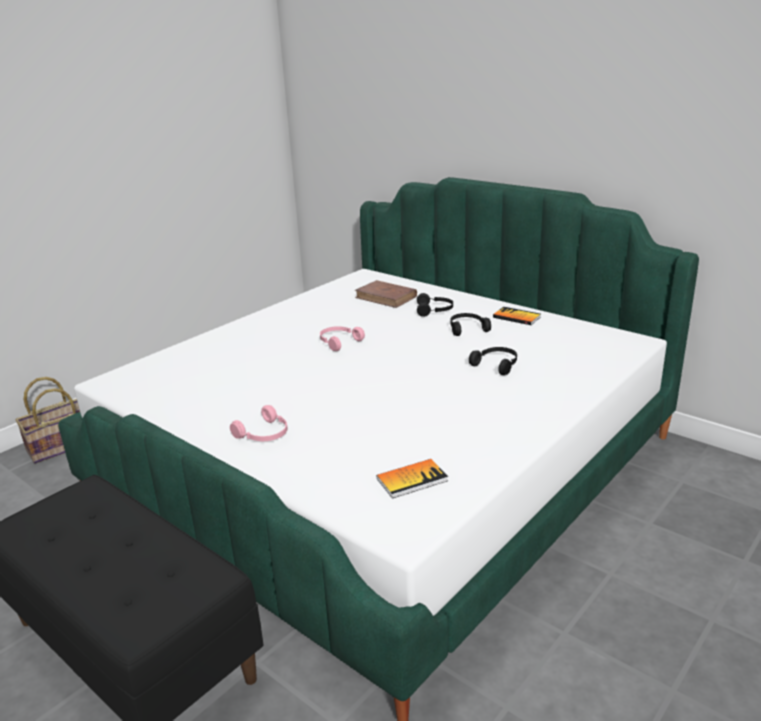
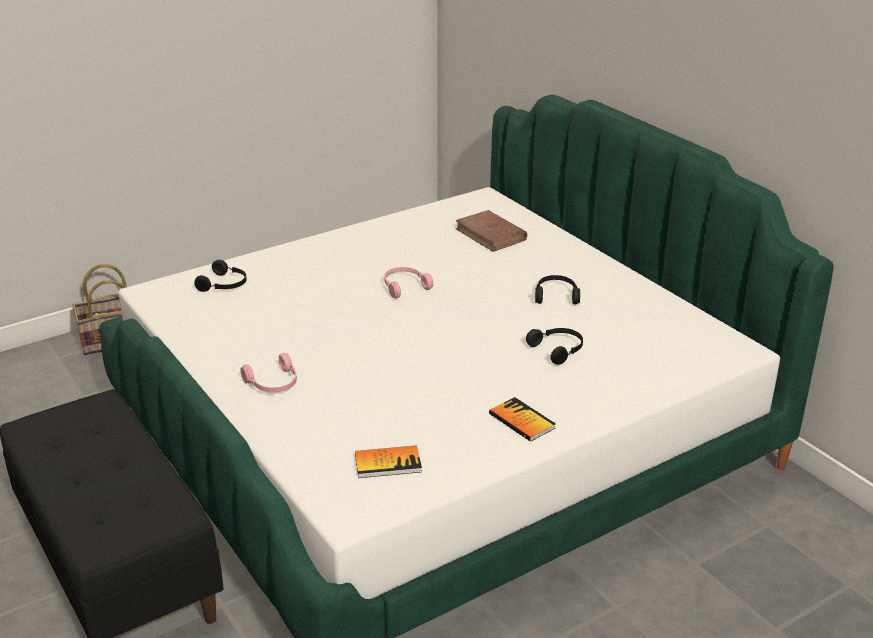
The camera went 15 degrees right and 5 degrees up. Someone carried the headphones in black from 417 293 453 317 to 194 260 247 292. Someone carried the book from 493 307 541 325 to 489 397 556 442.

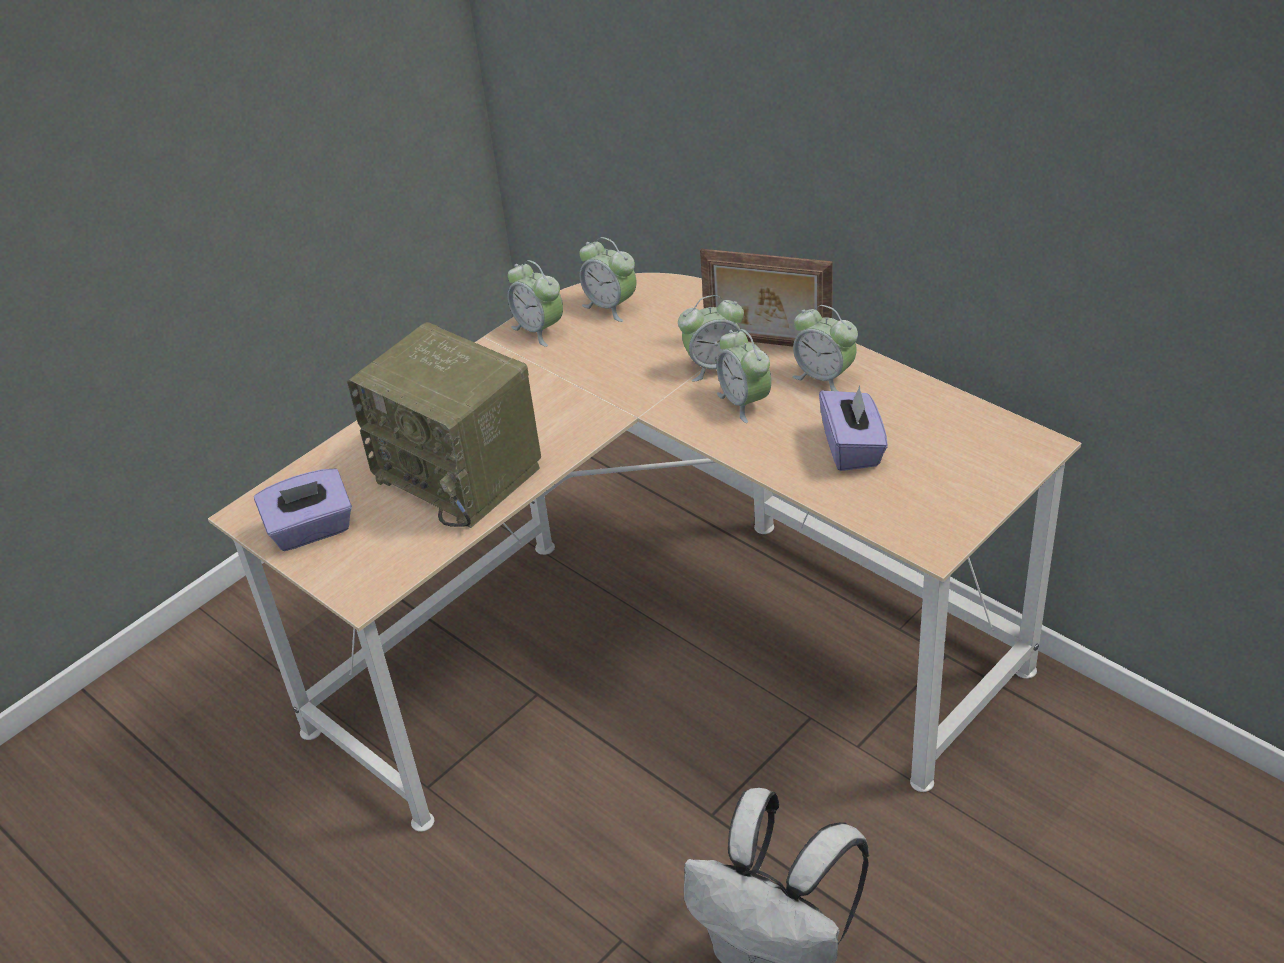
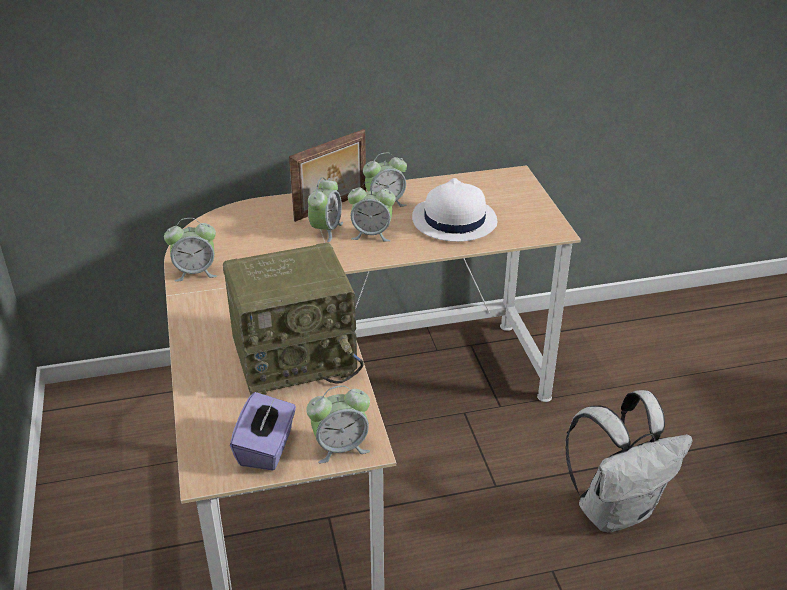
The camera went 60 degrees left and 5 degrees down. Someone carried the alarm clock from 580 237 637 322 to 306 385 370 463. Someone swapped the tissue box in purple at 819 386 888 471 for the hat in white at 412 178 497 242.

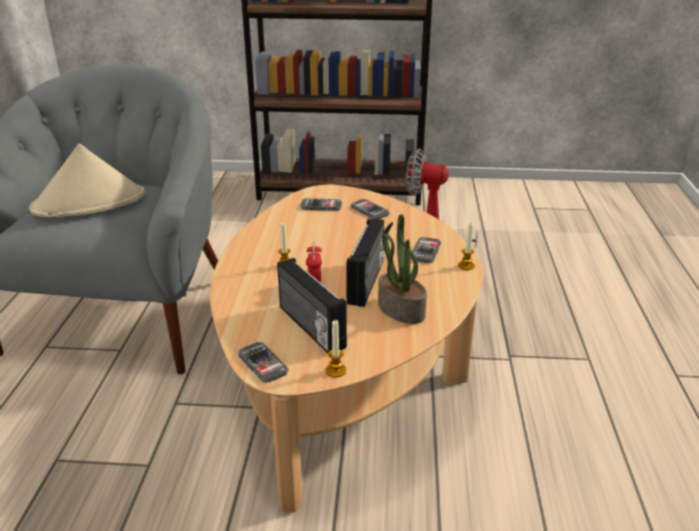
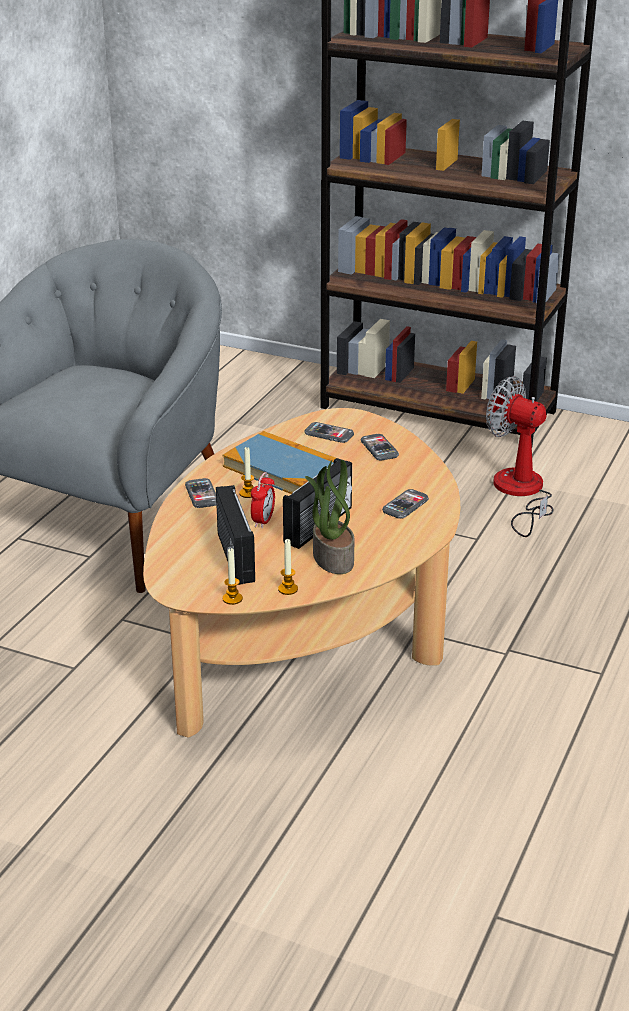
The camera went 20 degrees right and 0 degrees up. Someone took away the hat in beige at 29 144 145 217. Someone carried the candle from 458 222 475 270 to 278 539 298 595. Someone carried the phone from 238 342 289 383 to 185 478 216 508. Someone put down the book at 222 431 336 494.

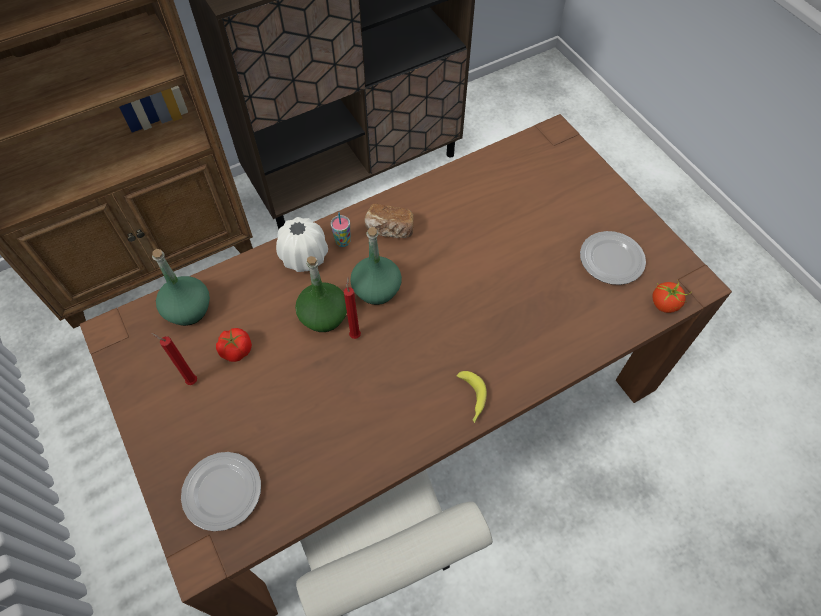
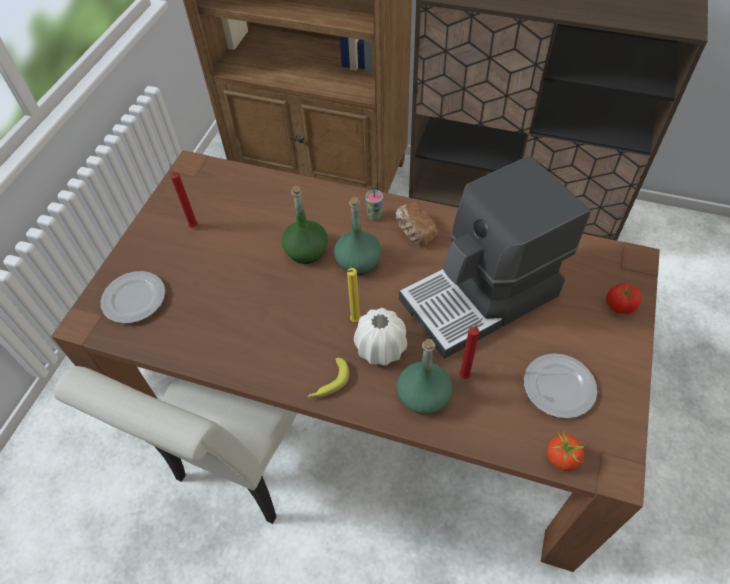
The camera went 50 degrees right and 5 degrees down. Someone carried the vase in white from 276 217 328 272 to 354 308 407 366. Someone carried the bottle in green from 152 249 210 326 to 397 339 452 414. Someone carried the candle in red from 344 277 361 339 to 459 318 483 379. Someone carried the tomato from 216 328 252 362 to 606 283 642 314. Someone put down the coffee machine at 399 156 591 359. Someone put down the candle in yellow at 345 268 361 322.

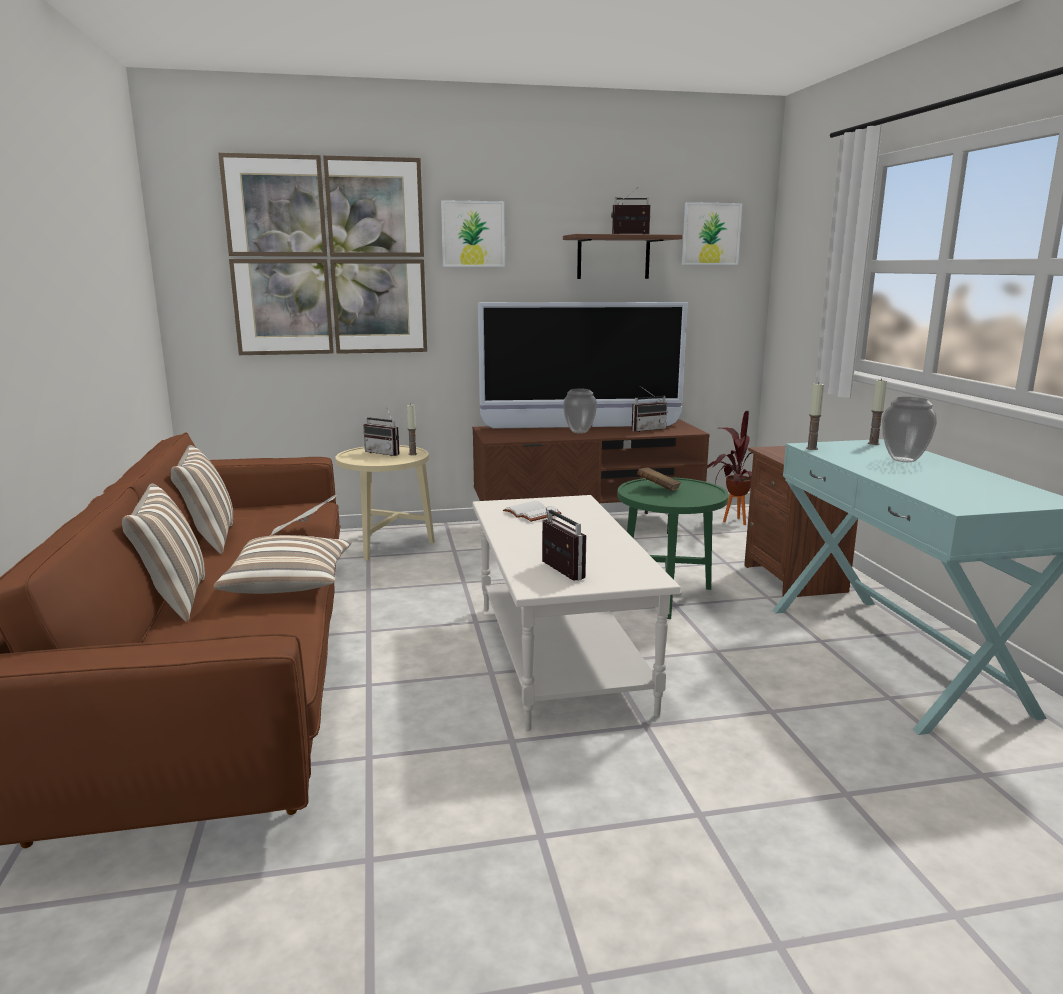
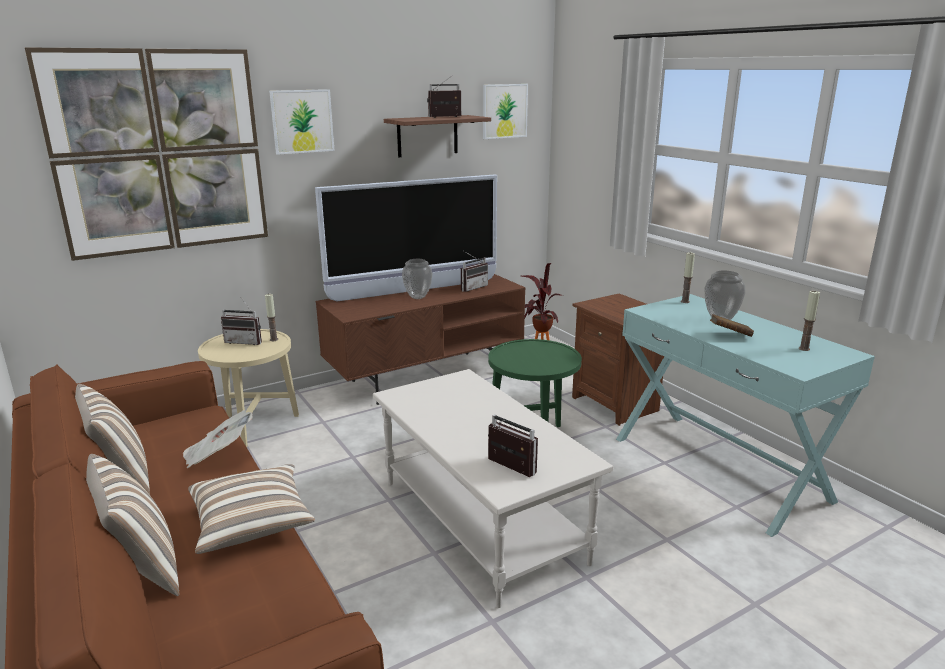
The camera went 20 degrees left and 5 degrees up. Someone carried the candle from 806 383 824 450 to 799 290 820 351. Someone carried the book in brown from 637 467 681 491 to 710 314 754 337. Someone took away the book in white at 503 501 561 522.

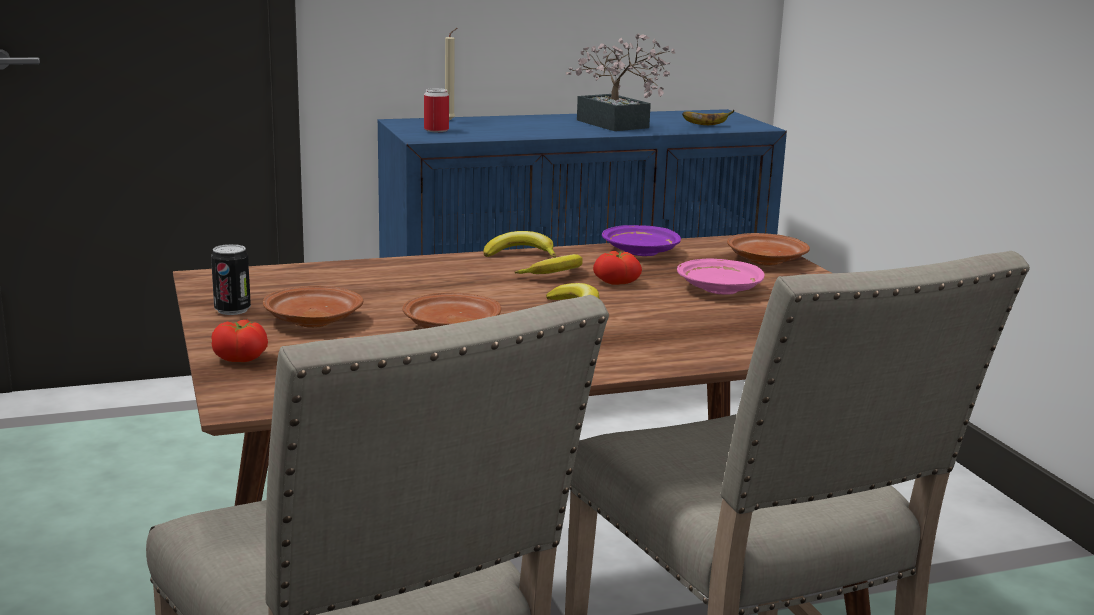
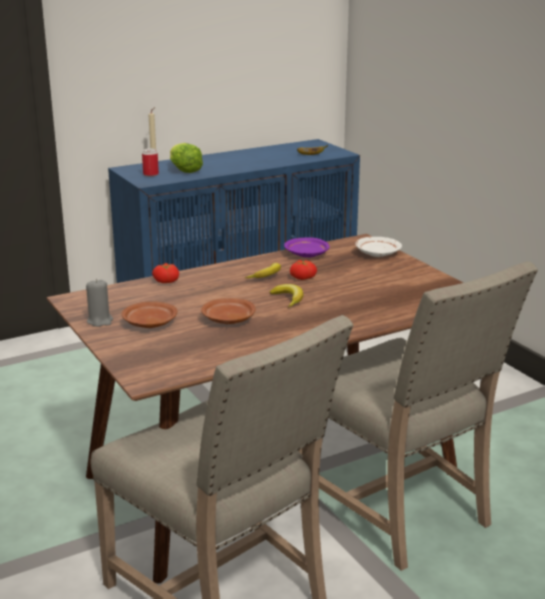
The camera went 10 degrees left and 5 degrees up. Someone took away the potted plant at 565 33 676 131. Someone took away the banana at 484 231 556 258. Someone repainted the plate in brown at 727 233 810 266, which became the plate in white at 355 237 402 257. Someone swapped the can at 211 244 251 315 for the candle in grey at 86 279 113 327. Someone took away the plate in pink at 677 258 765 295. Someone carried the tomato from 211 320 268 362 to 152 263 179 283. Someone put down the lettuce at 170 143 203 173.

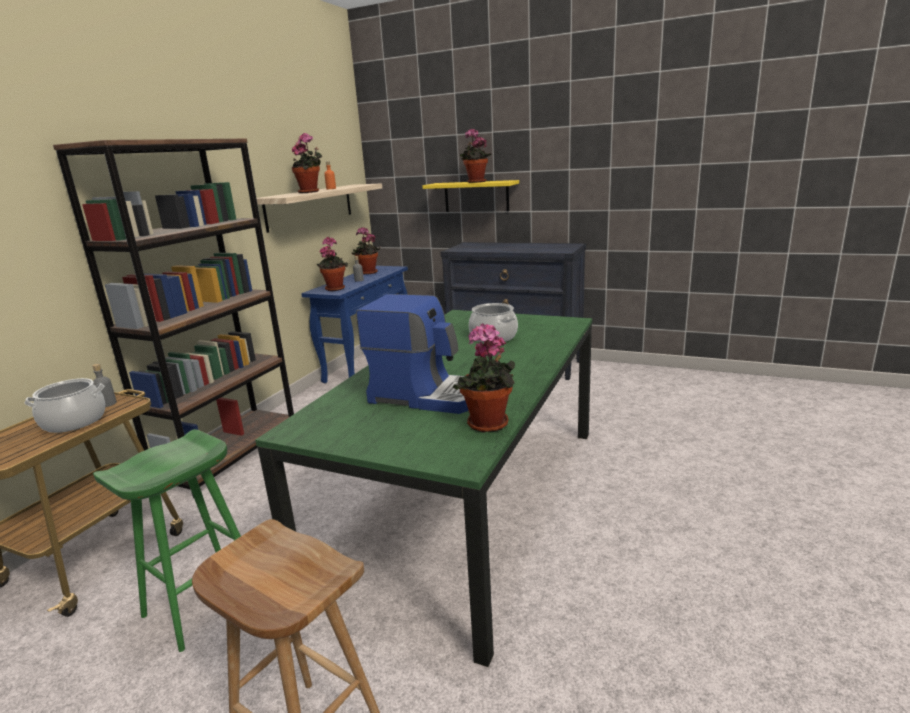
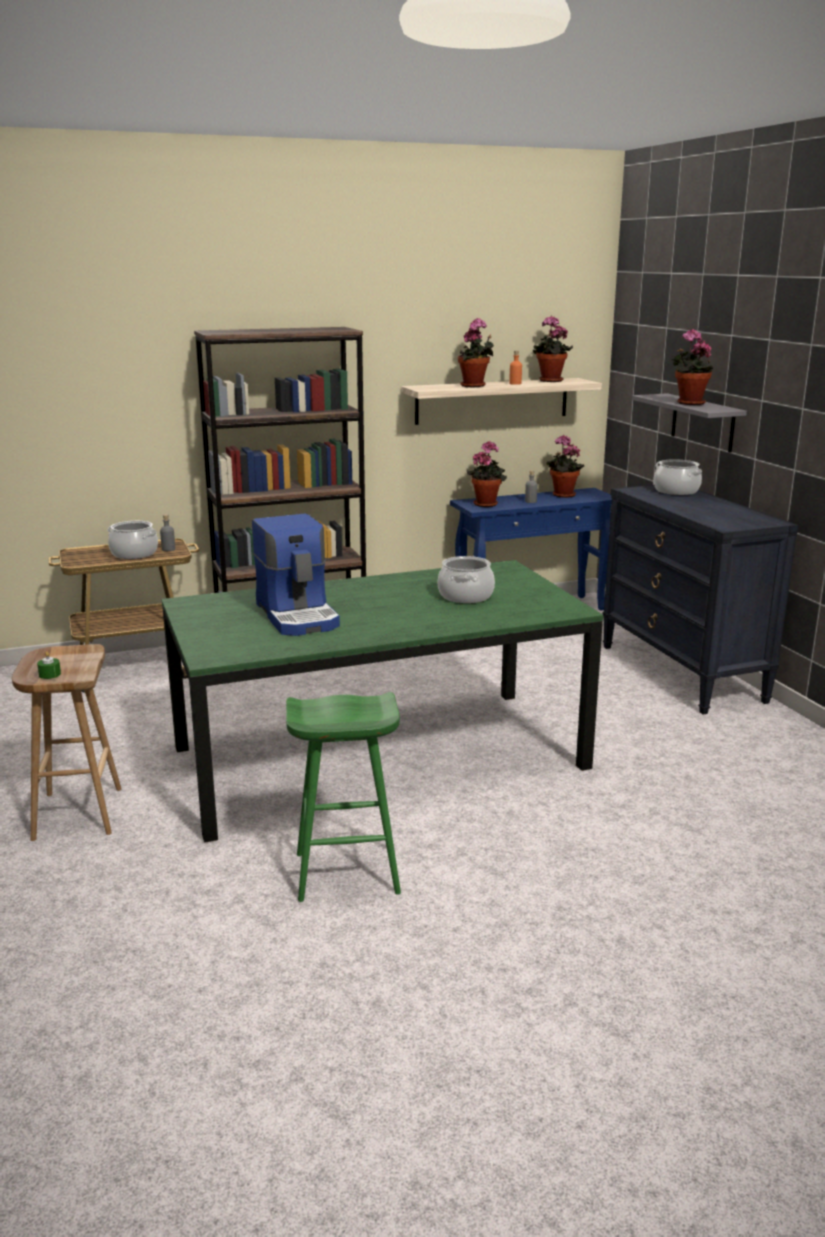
The camera went 45 degrees right and 0 degrees up. Someone repainted the shelf in yellow at 422 180 519 212, which became the shelf in grey at 632 393 747 452. Someone carried the potted plant from 453 323 515 432 to 533 316 573 382. Someone carried the stool in green from 93 429 241 652 to 286 692 401 902. Someone put down the cooking pot at 654 459 702 495. Someone put down the candle in green at 37 652 61 679.

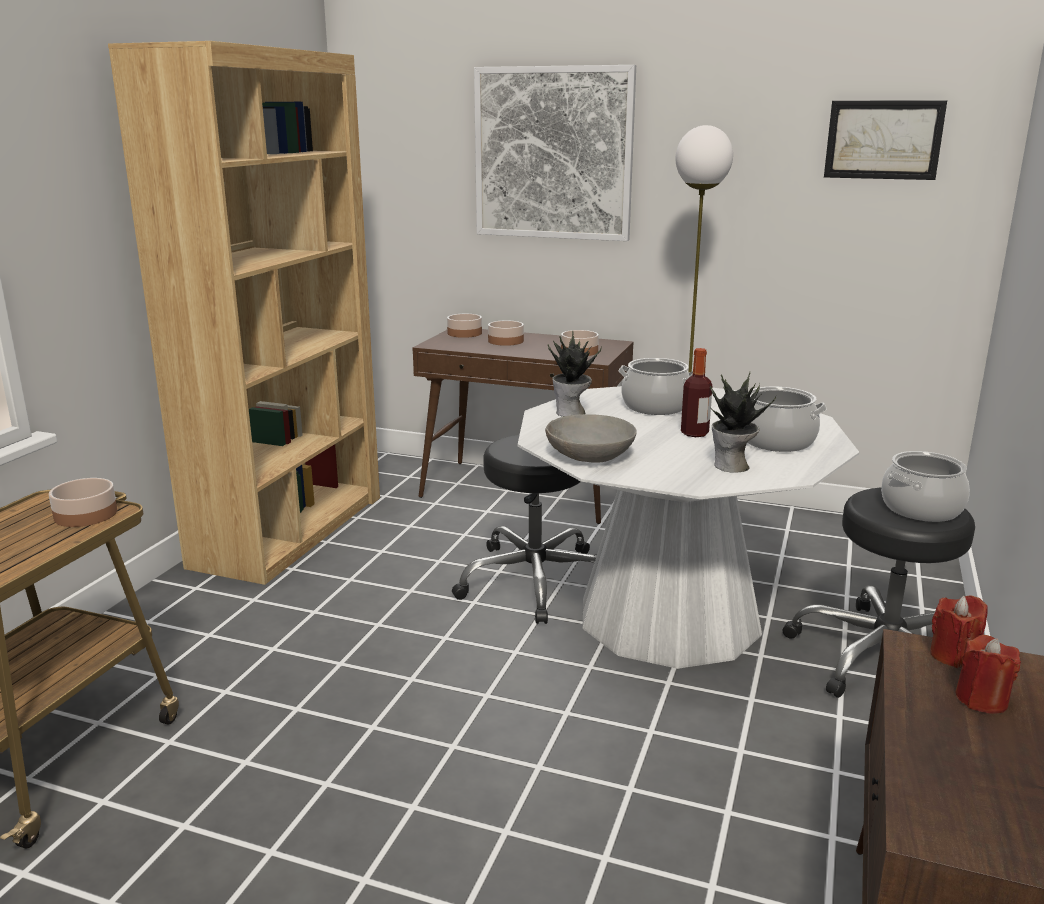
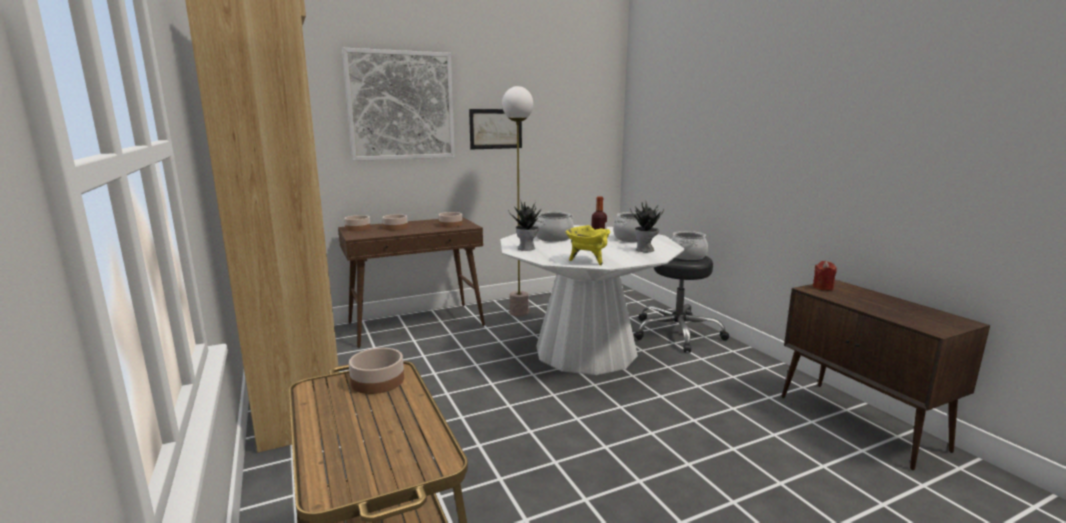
The camera went 45 degrees left and 5 degrees down. Someone carried the picture from 824 100 947 180 to 469 109 522 149. Someone swapped the bowl in grey at 545 414 637 462 for the cooking pot in yellow at 565 225 610 265. Someone took away the stool in black at 452 435 597 624. Someone took away the candle in red at 956 635 1021 714.

